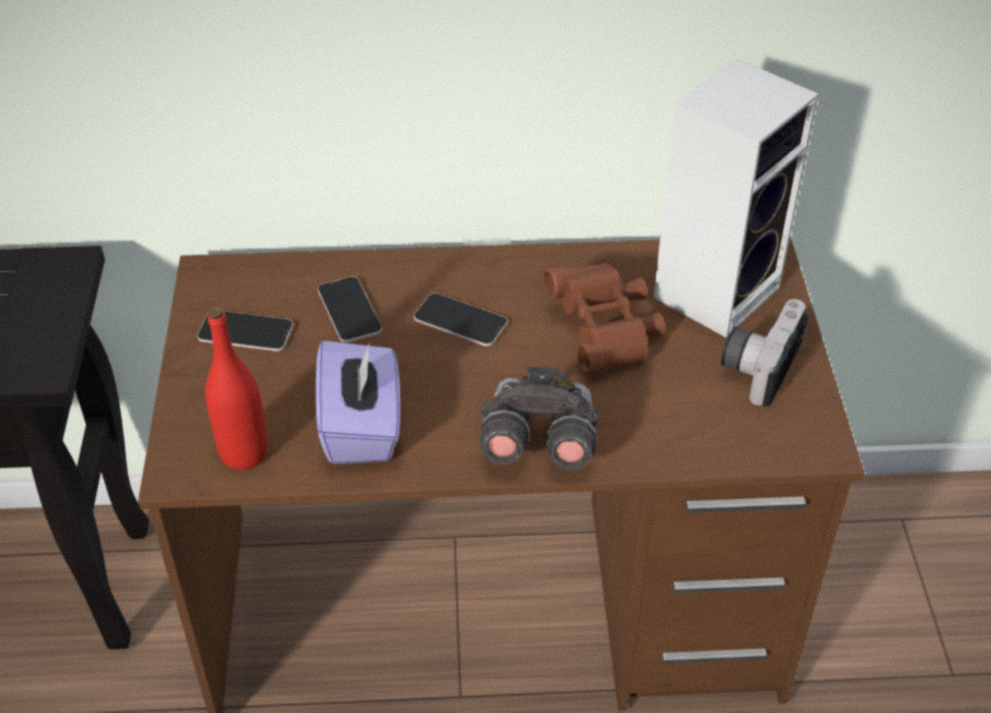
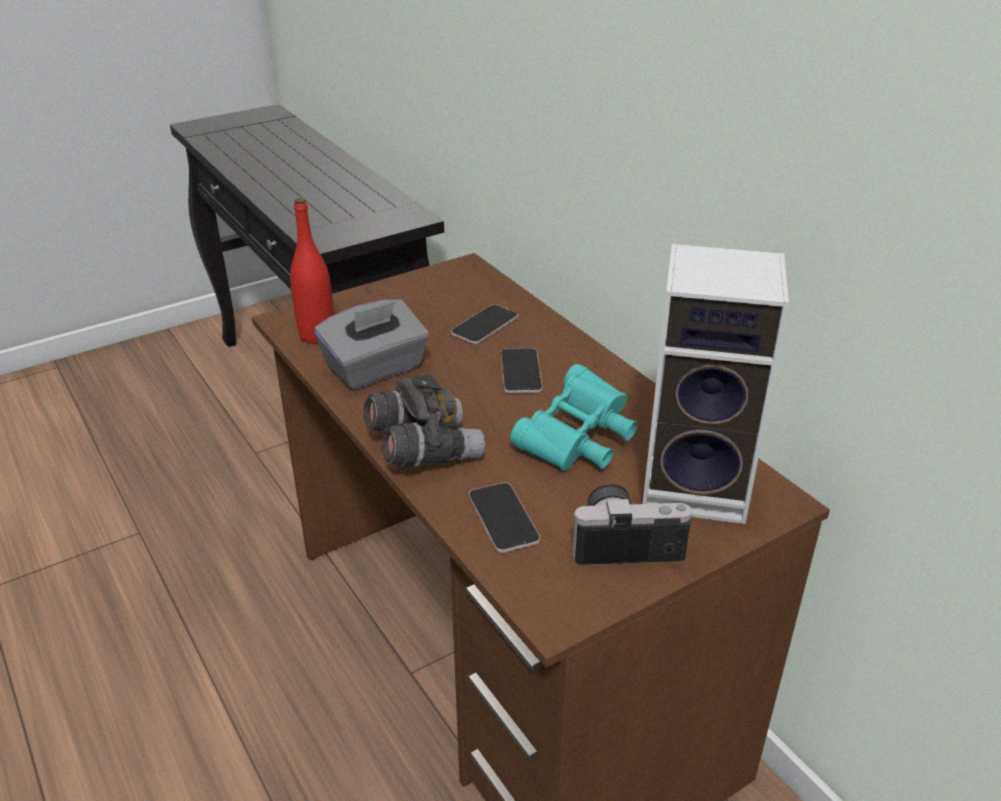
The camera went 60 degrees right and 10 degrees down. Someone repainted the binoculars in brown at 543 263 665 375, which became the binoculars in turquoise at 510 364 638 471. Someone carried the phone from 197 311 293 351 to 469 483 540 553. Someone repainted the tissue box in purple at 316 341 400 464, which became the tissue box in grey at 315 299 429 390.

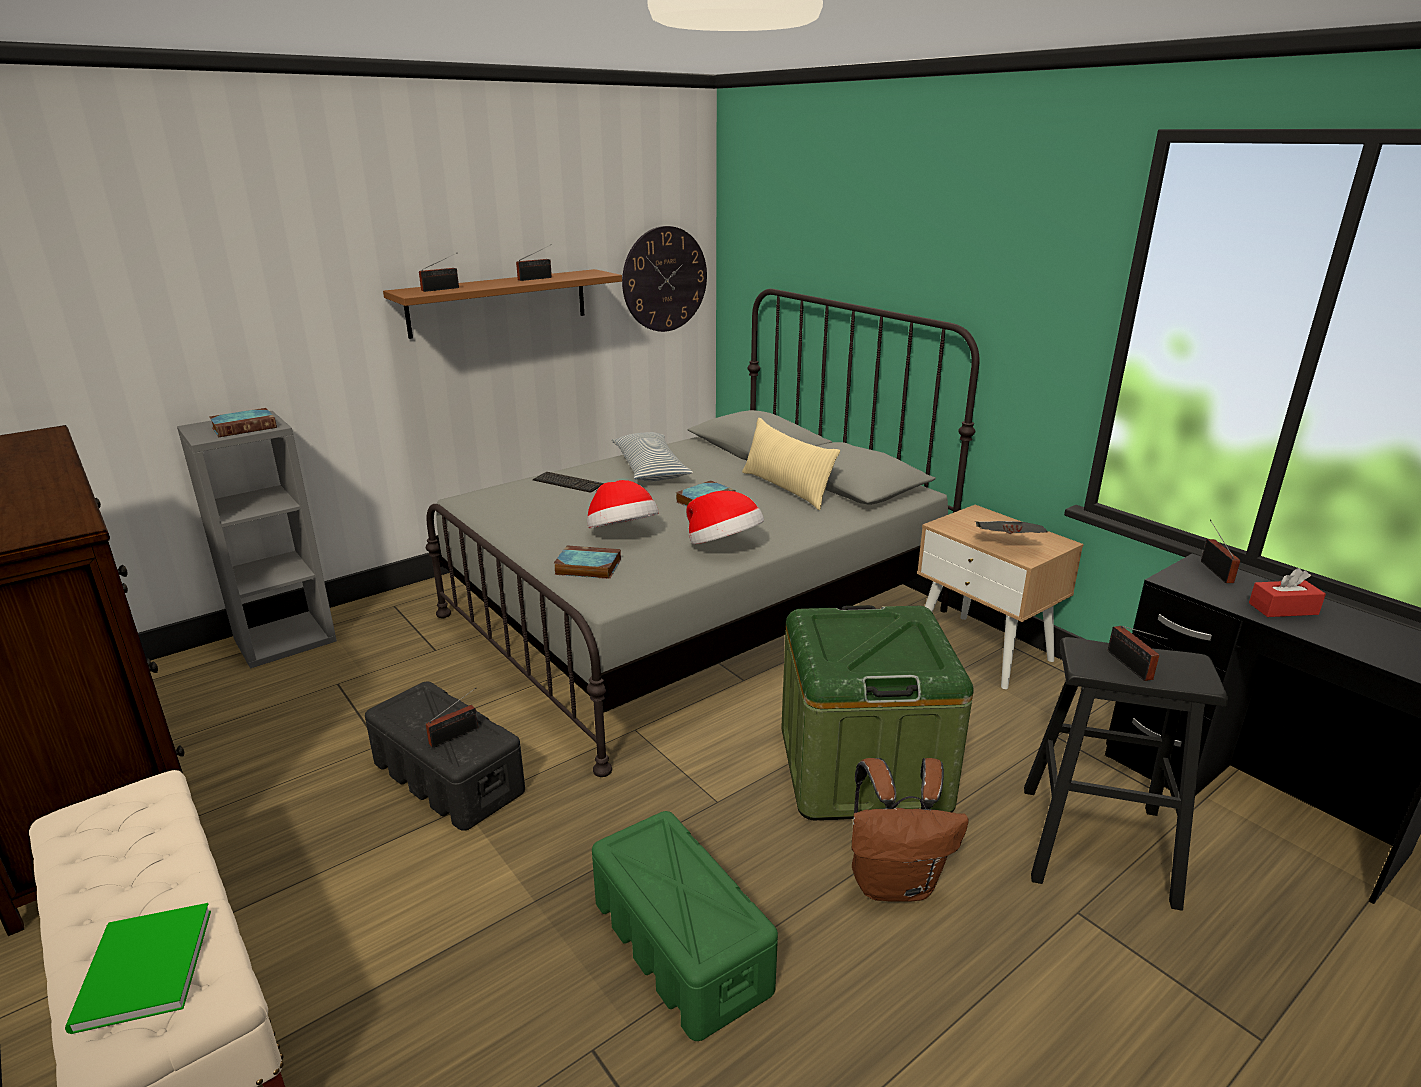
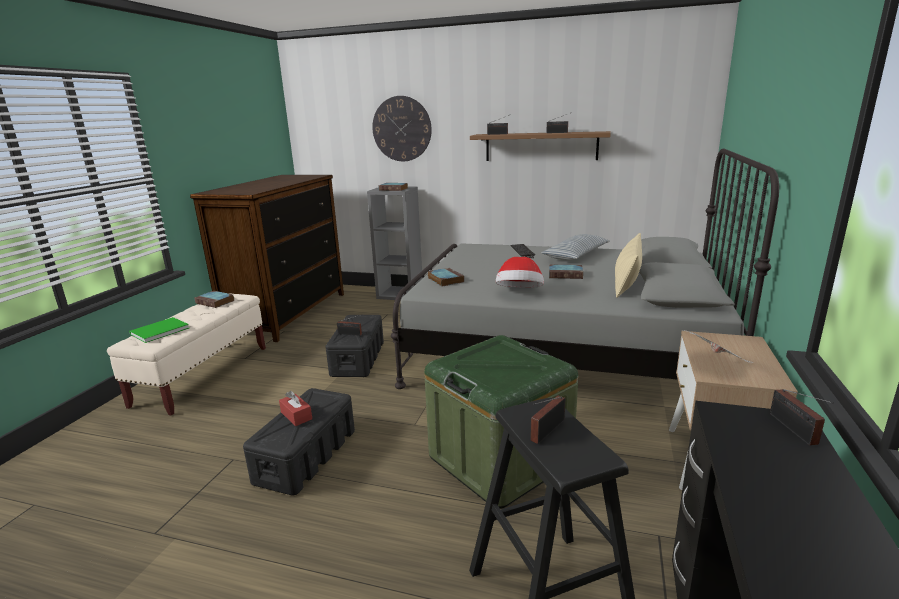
The camera went 55 degrees right and 5 degrees down. Someone carried the wall clock from 622 226 707 332 to 372 96 432 161. Someone took away the hat at 587 480 659 528. Someone rotated the radio at 1201 519 1240 583 by 120 degrees clockwise. Someone carried the tissue box in red from 1249 568 1326 617 to 279 391 312 426. Someone took away the backpack in brown at 852 758 969 902. Someone repainted the storage box in green at 592 811 778 1041, which became the storage box in black at 243 388 355 496. Someone put down the book at 194 291 234 308.

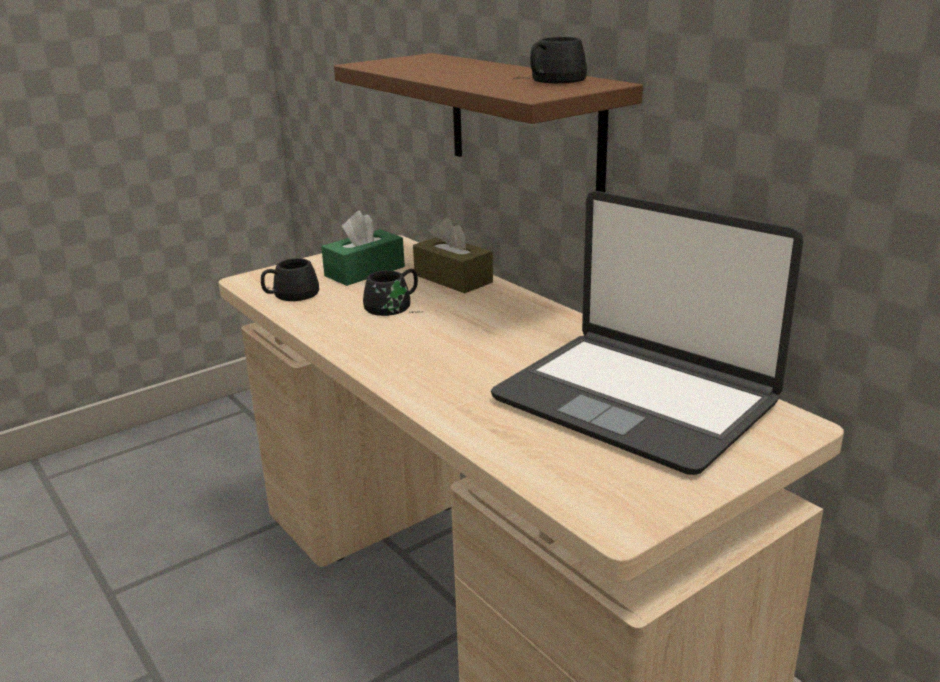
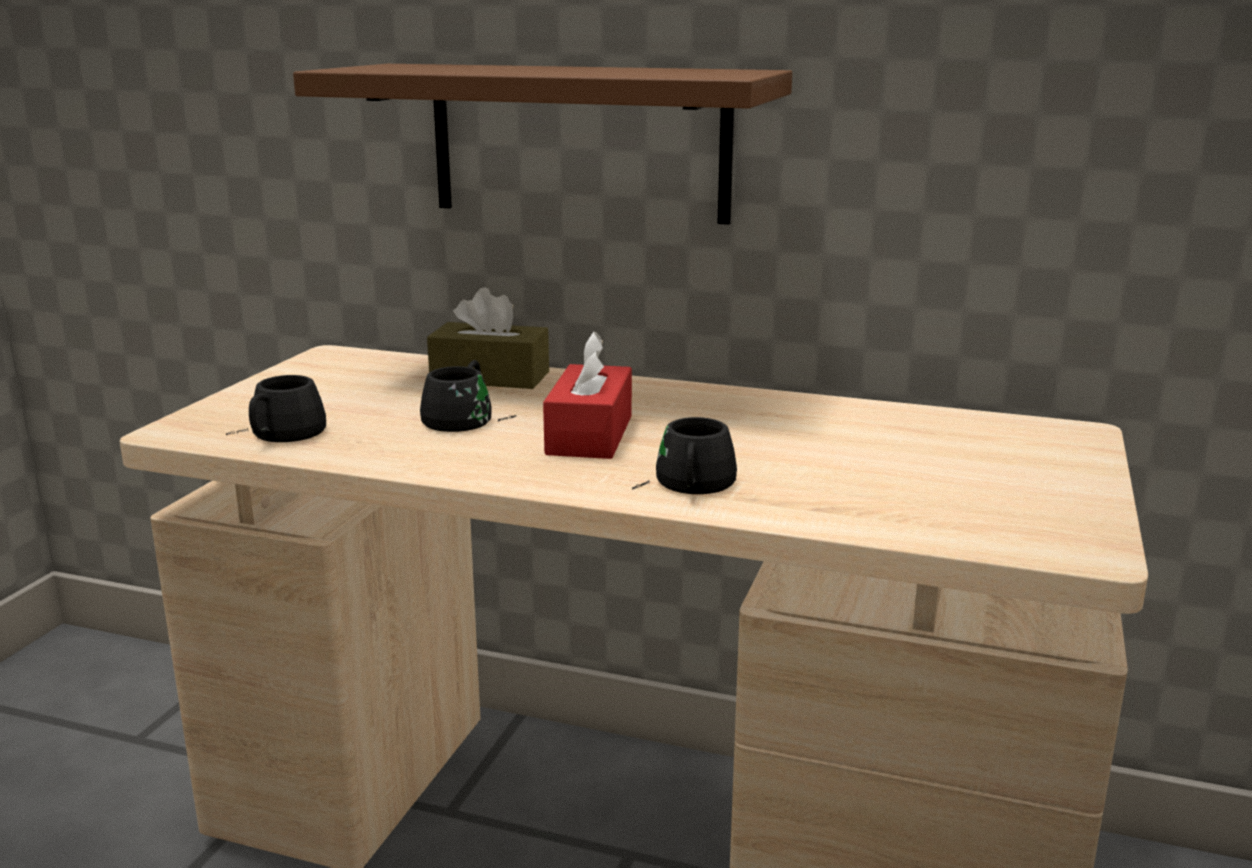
The camera went 35 degrees left and 5 degrees down. Someone carried the mug in black from 516 37 587 83 to 632 417 737 494. Someone took away the laptop at 491 191 803 475. Someone took away the tissue box in green at 321 211 405 286. Someone put down the tissue box in red at 543 332 632 459.

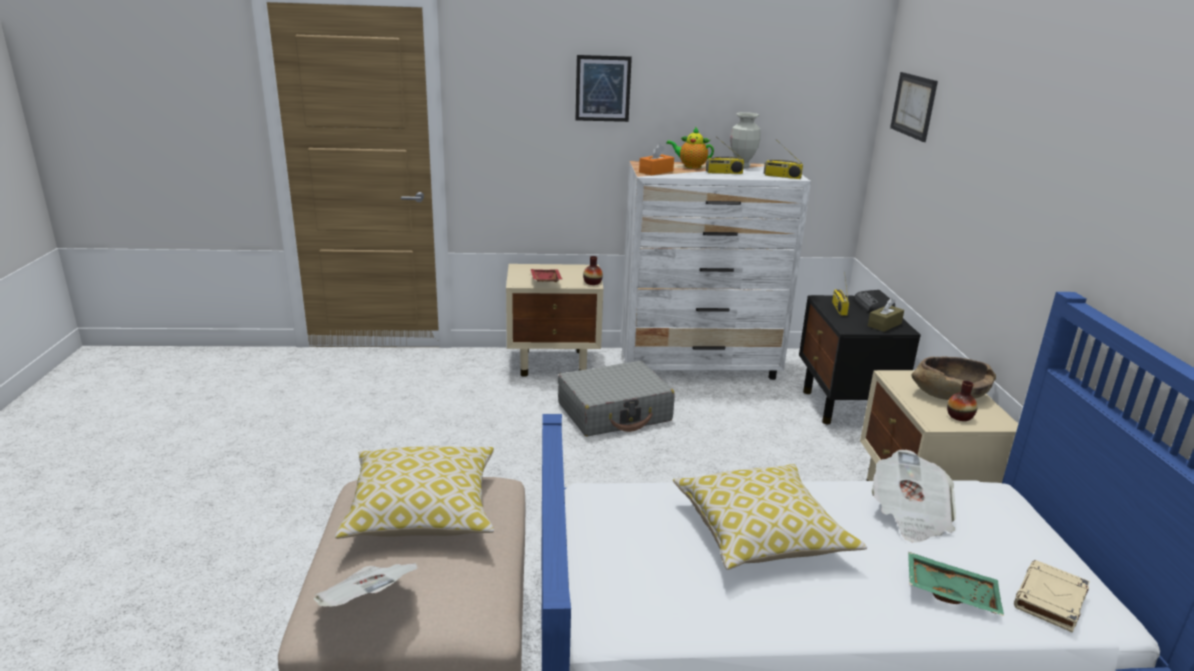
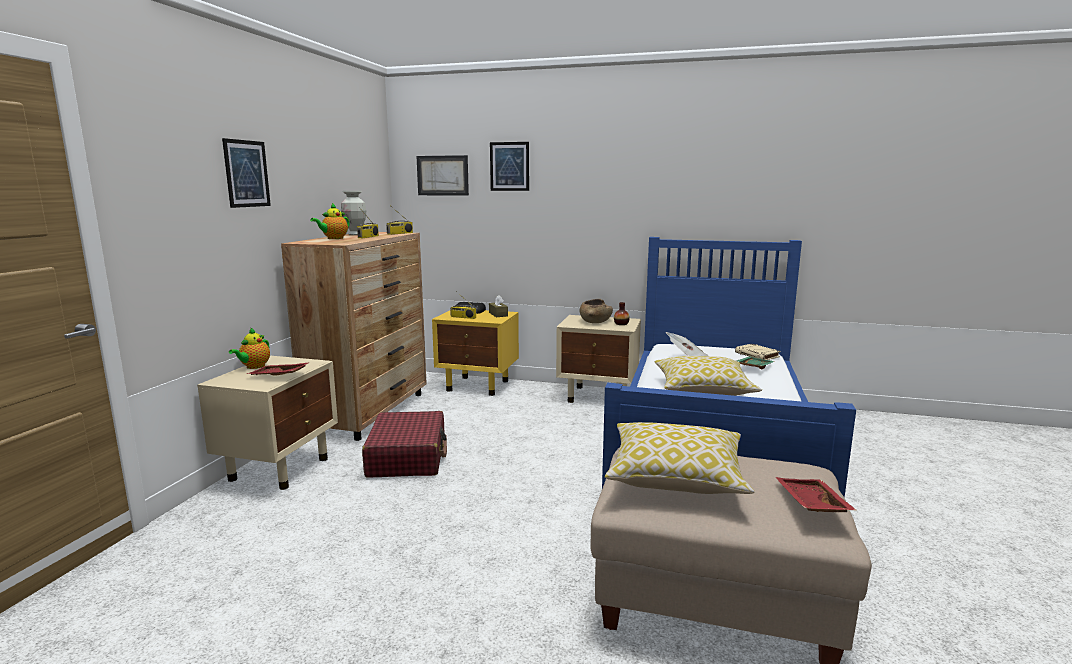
The camera went 70 degrees left and 10 degrees down. Someone took away the tissue box in orange at 639 144 674 175. Someone repainted the dresser in white at 620 161 811 380, which became the dresser in brown at 281 232 427 441. Someone took away the vase at 583 256 603 285. Someone repainted the nightstand in black at 799 295 921 424, which became the nightstand in yellow at 432 310 519 396. Someone repainted the suitcase in grey at 558 361 675 436, which became the suitcase in red at 362 411 447 478. Someone swapped the newspaper at 314 563 418 607 for the tray in red at 776 477 857 512. Someone put up the picture at 490 142 529 191. Someone put down the teapot at 229 327 270 369.

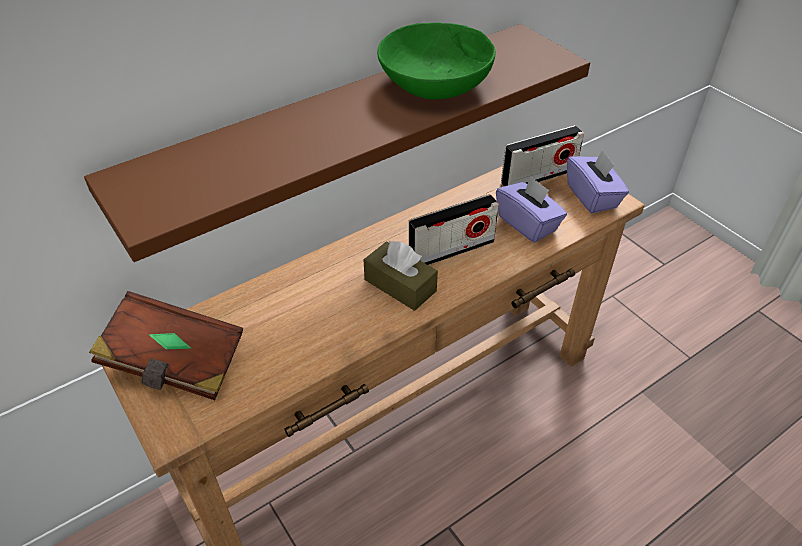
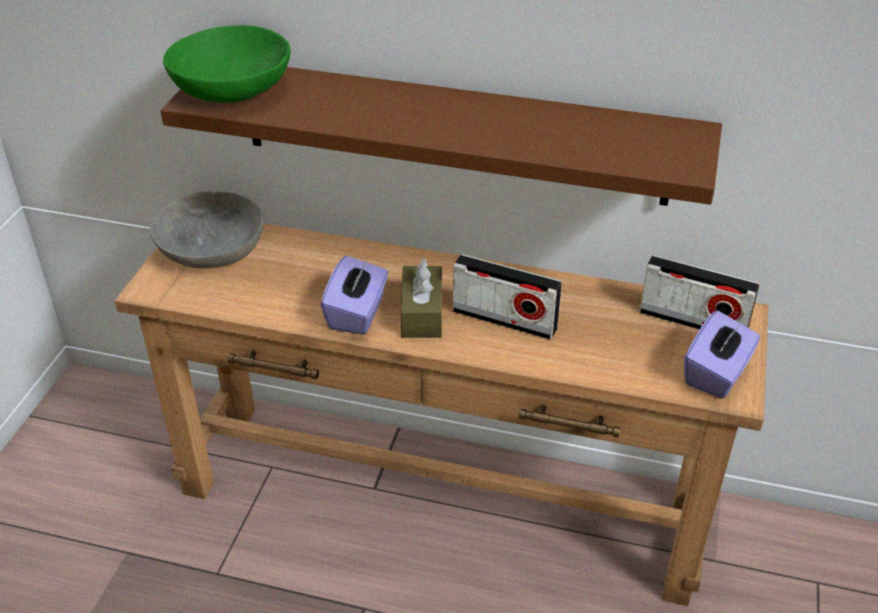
The camera went 50 degrees right and 5 degrees down. Someone carried the bowl in green from 377 23 495 99 to 163 25 291 103. Someone carried the tissue box in purple from 496 175 567 243 to 321 256 389 335. Someone swapped the book in brown at 89 291 243 400 for the bowl in grey at 150 191 264 268.

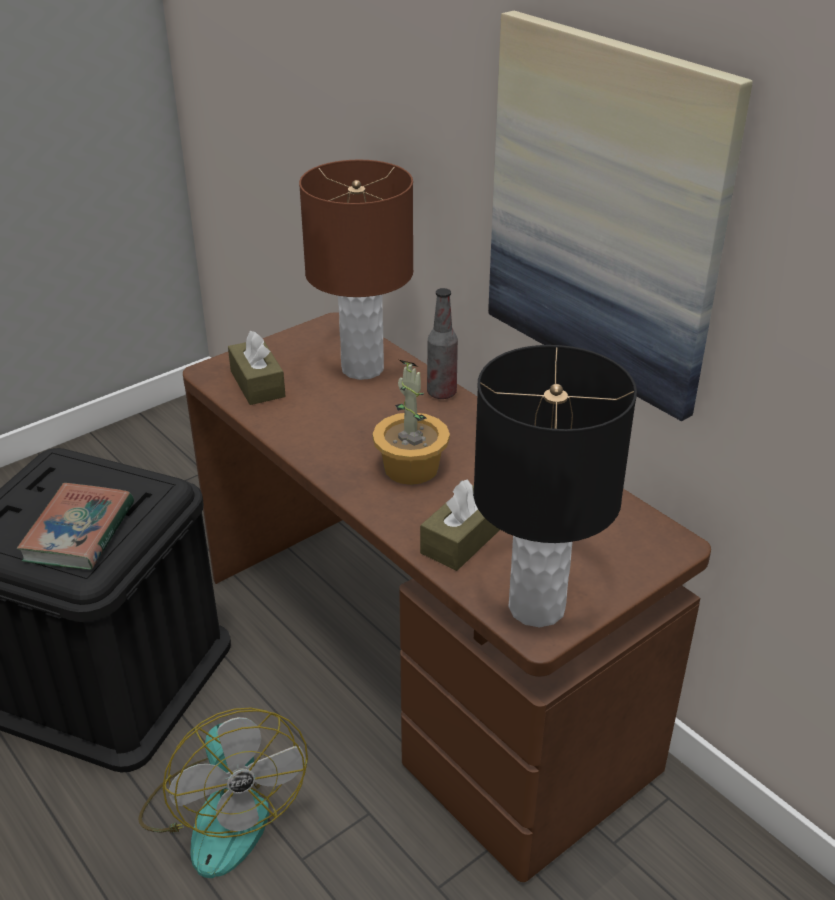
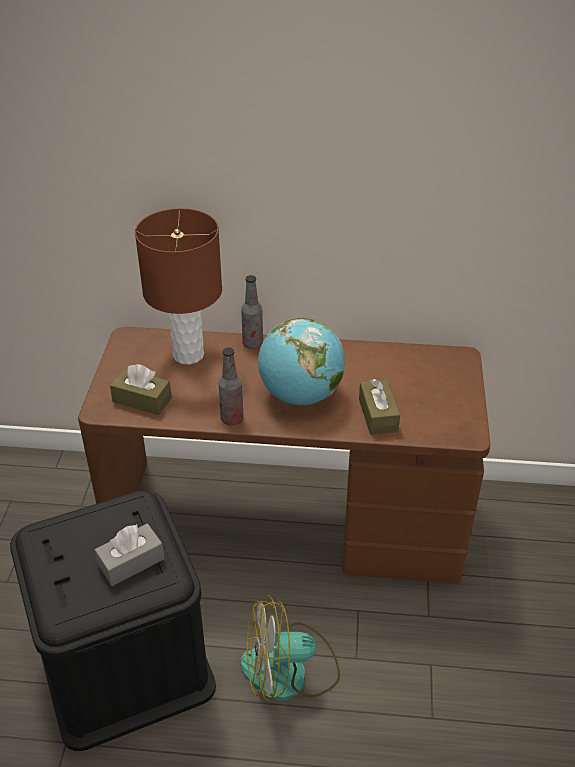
The camera went 45 degrees left and 5 degrees up. Someone took away the picture at 488 11 753 421. Someone took away the table lamp in black at 473 345 637 627. Someone swapped the potted plant at 373 360 450 485 for the globe at 258 318 345 405. Someone swapped the book at 17 483 134 570 for the tissue box in grey at 95 523 164 586. Someone rotated the fan at 138 708 308 878 by 150 degrees clockwise. Someone put down the bottle at 219 347 244 425.

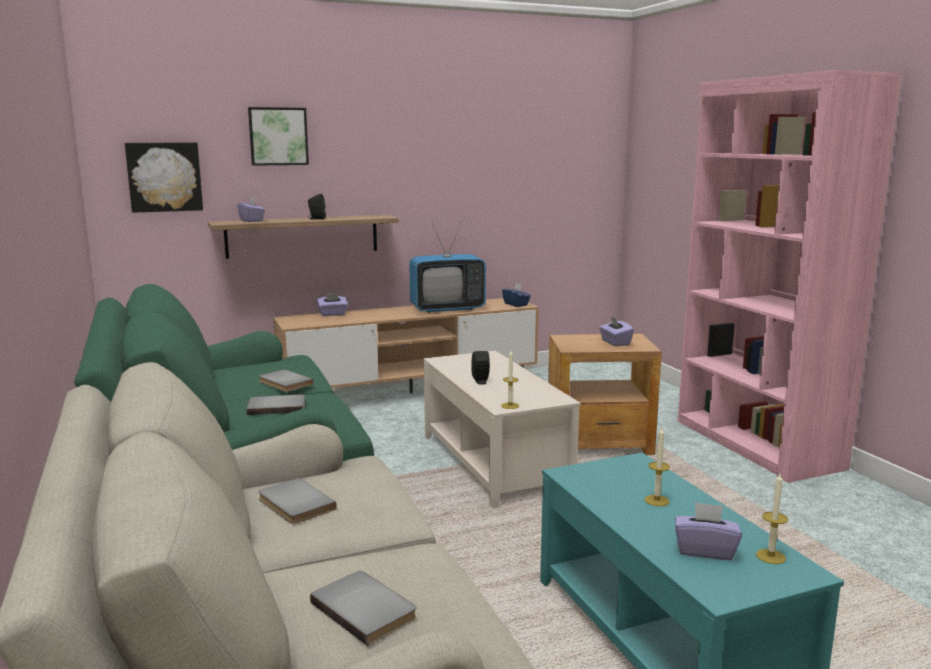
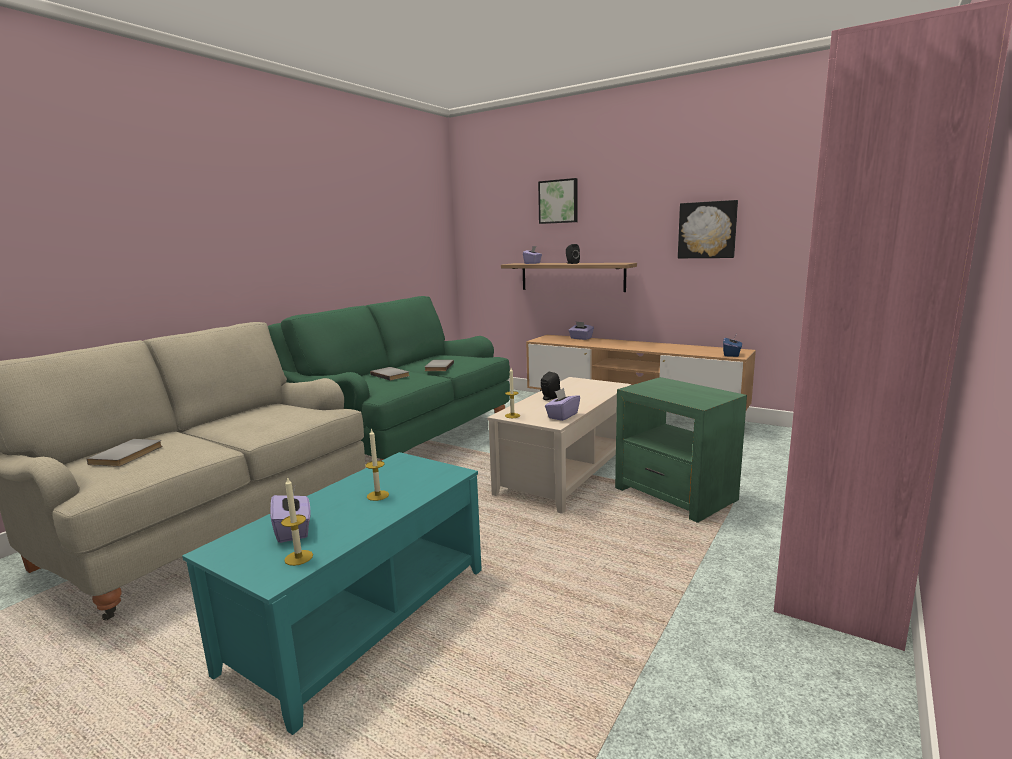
The camera went 55 degrees right and 0 degrees up. Someone carried the picture from 125 143 203 213 to 678 200 738 258. Someone took away the television at 409 221 486 313. Someone carried the tissue box in purple from 599 317 634 346 to 545 388 580 421. Someone repainted the side table in brown at 548 334 662 455, which became the side table in green at 615 377 747 523. Someone took away the book in grey at 258 478 337 524.

